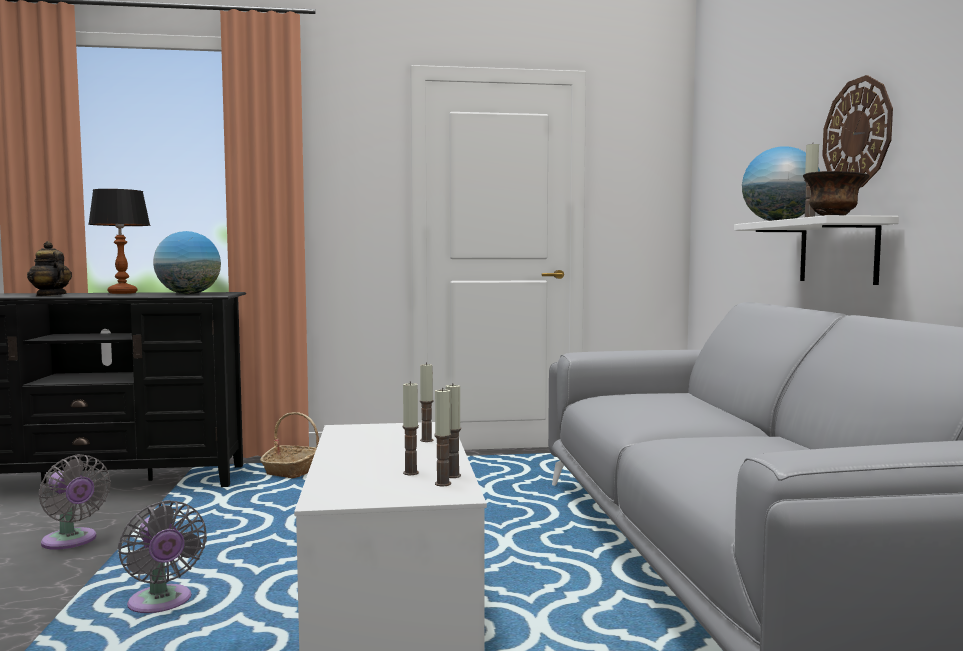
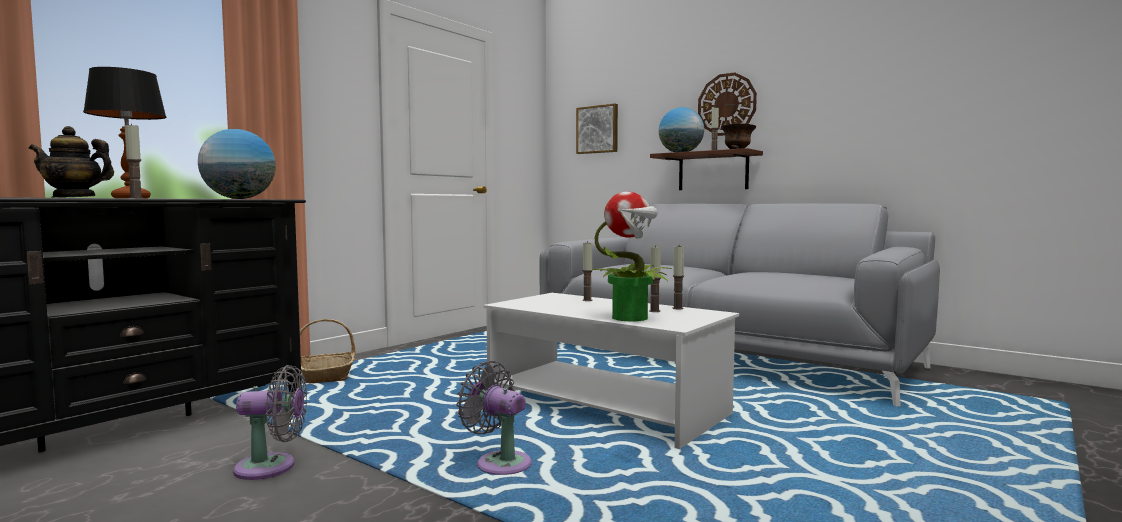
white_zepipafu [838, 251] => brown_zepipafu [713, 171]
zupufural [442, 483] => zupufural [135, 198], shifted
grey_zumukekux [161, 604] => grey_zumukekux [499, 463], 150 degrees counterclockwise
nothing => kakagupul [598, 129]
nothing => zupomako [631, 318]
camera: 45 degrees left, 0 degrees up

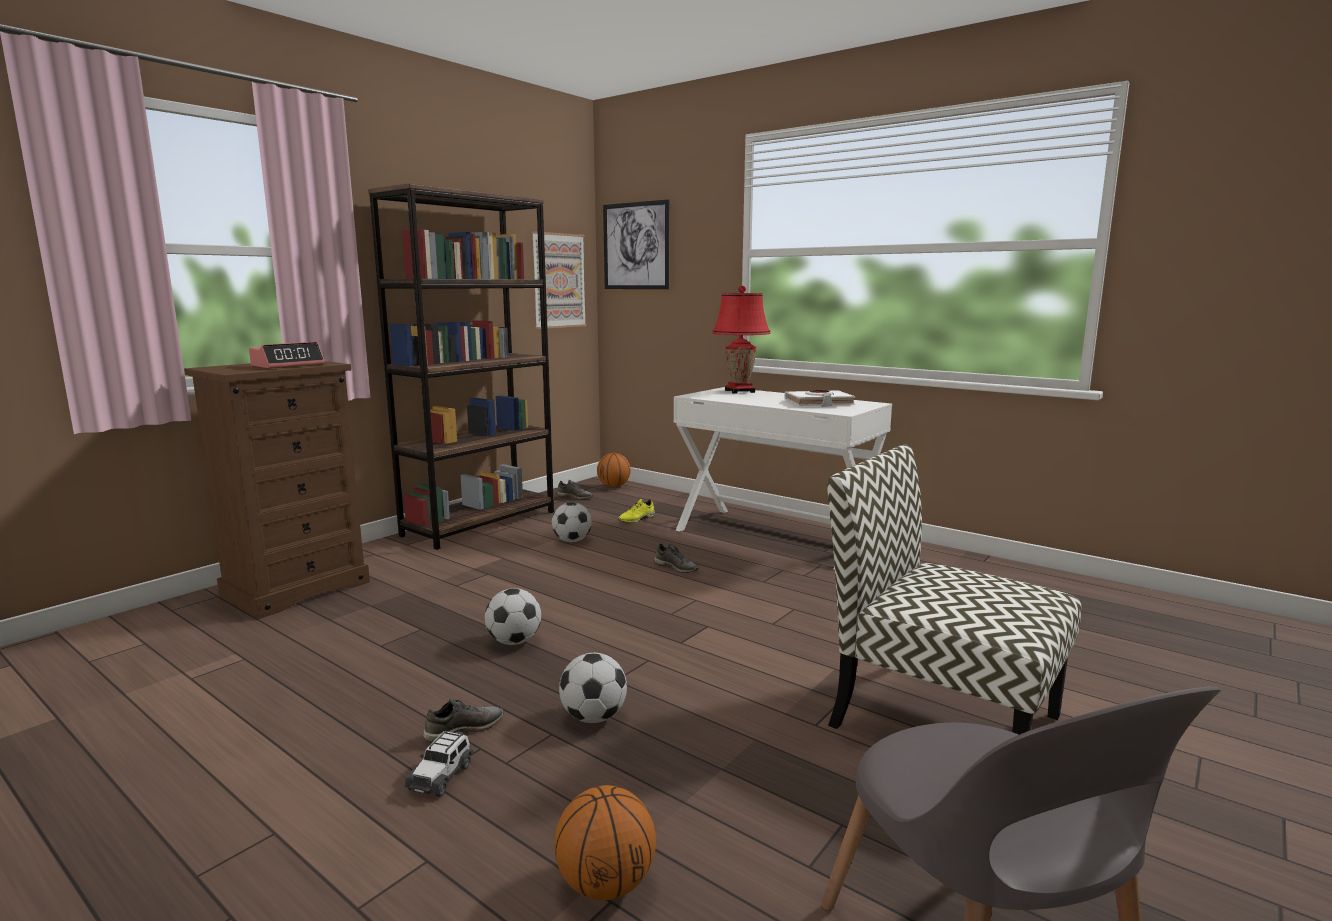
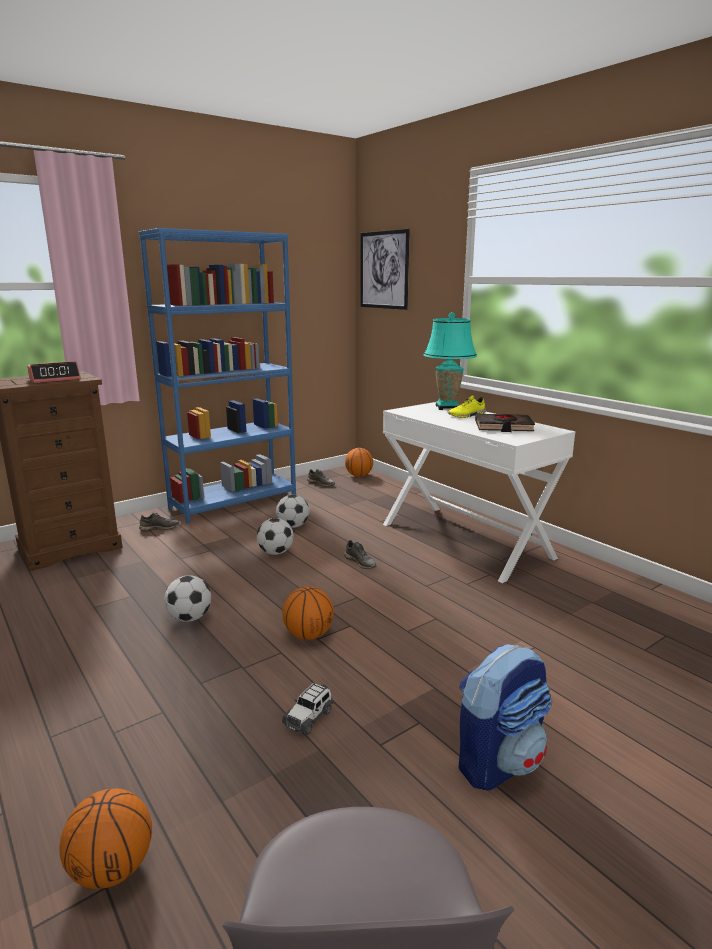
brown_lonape [480, 523] => blue_lonape [234, 502]
kakagupul [558, 281] => nothing
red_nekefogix [739, 391] => turquoise_nekefogix [447, 407]
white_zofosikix [818, 403] => black_zofosikix [503, 427]
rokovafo [940, 719] => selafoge [499, 761]
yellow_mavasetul [637, 519] => yellow_mavasetul [467, 415], shifted
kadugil [594, 717] => kadugil [275, 552], shifted
grey_mavasetul [464, 729] => grey_mavasetul [160, 528], shifted
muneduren [441, 776] => muneduren [309, 717], shifted
nothing => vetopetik [308, 635]
camera: 15 degrees right, 5 degrees up

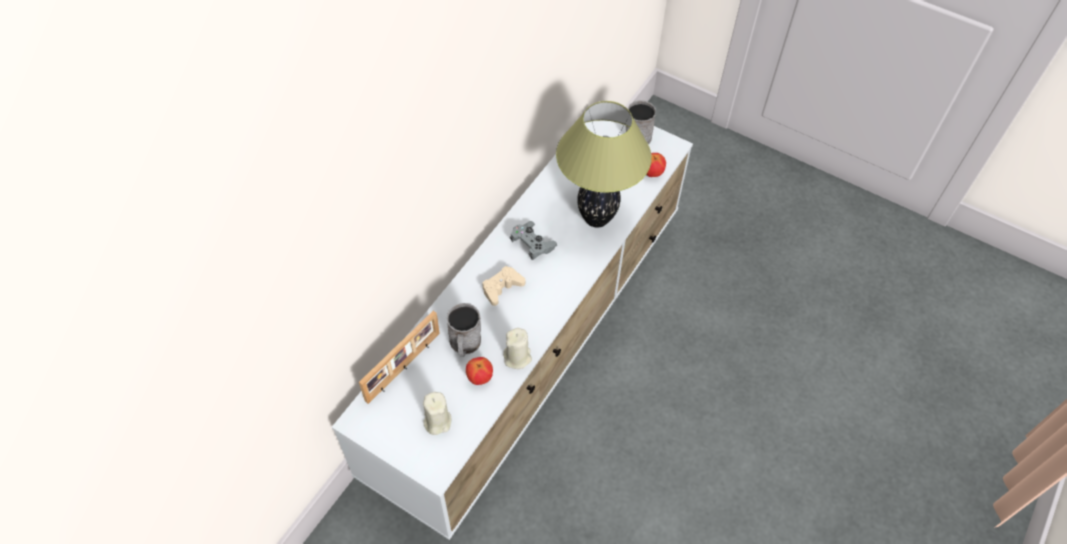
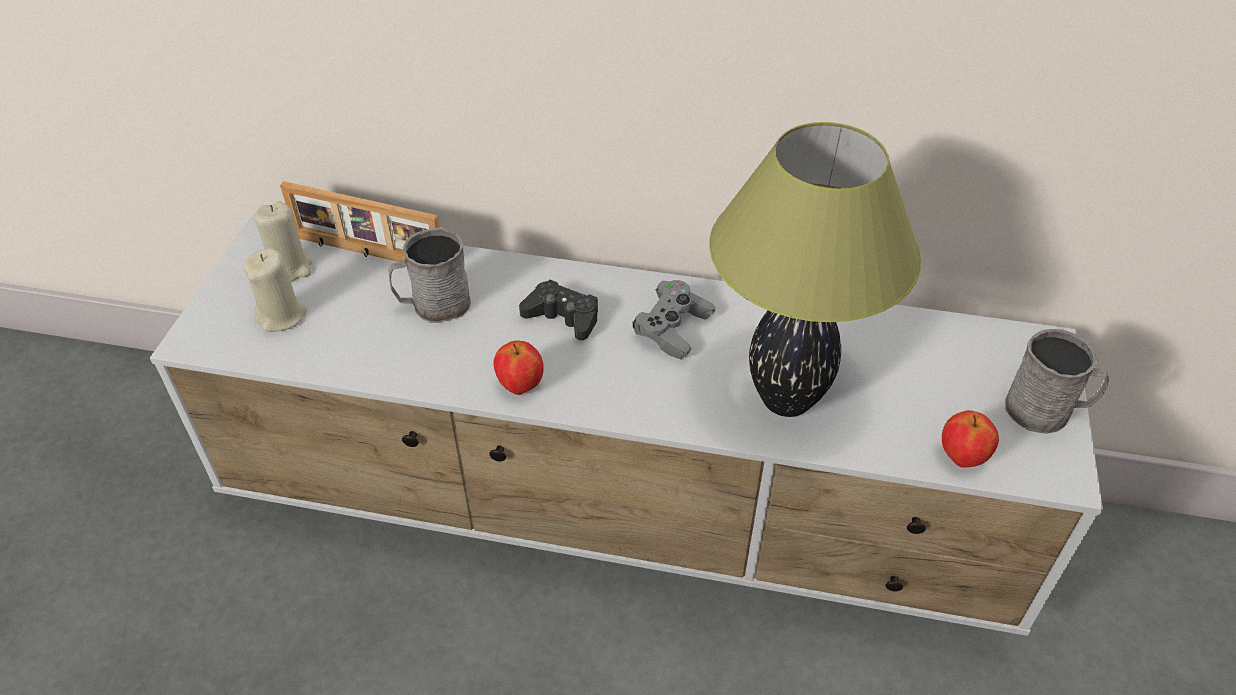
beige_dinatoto [502, 288] => black_dinatoto [563, 317]
beige_zupufural [517, 357] => beige_zupufural [290, 267], shifted
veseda [480, 378] => veseda [520, 386], shifted
camera: 70 degrees right, 10 degrees down

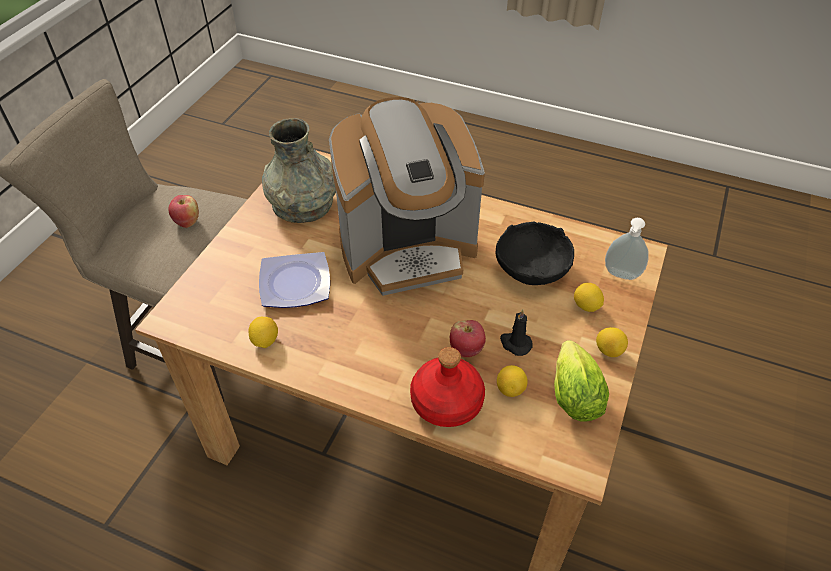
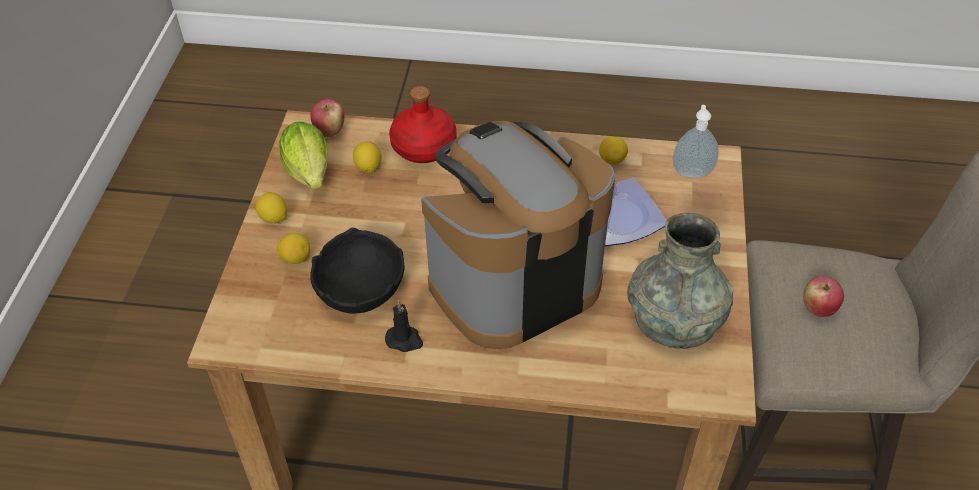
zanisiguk [621, 276] => zanisiguk [692, 172], shifted
black_zupufural [515, 343] => black_zupufural [404, 340], shifted
veseda [466, 350] => veseda [329, 131], shifted
camera: 165 degrees right, 0 degrees up

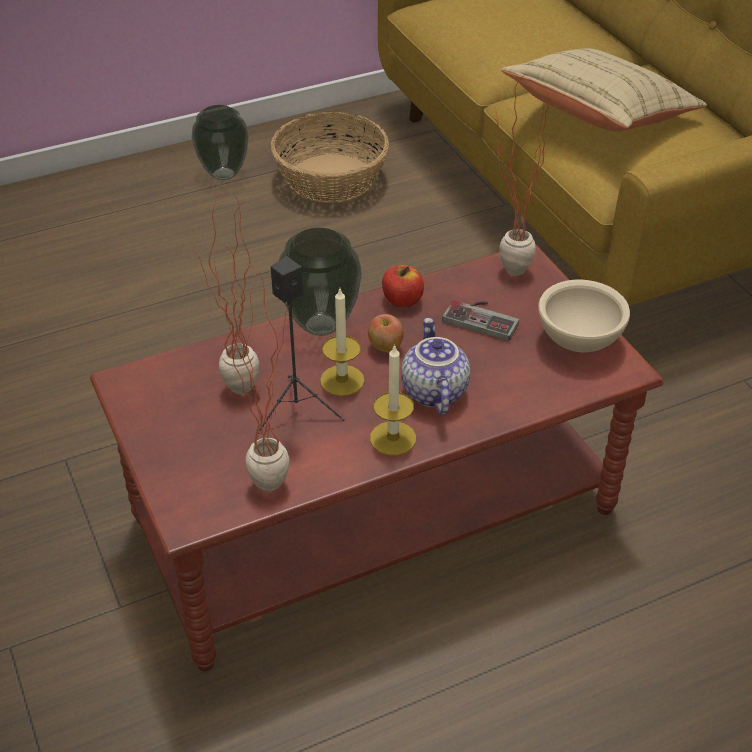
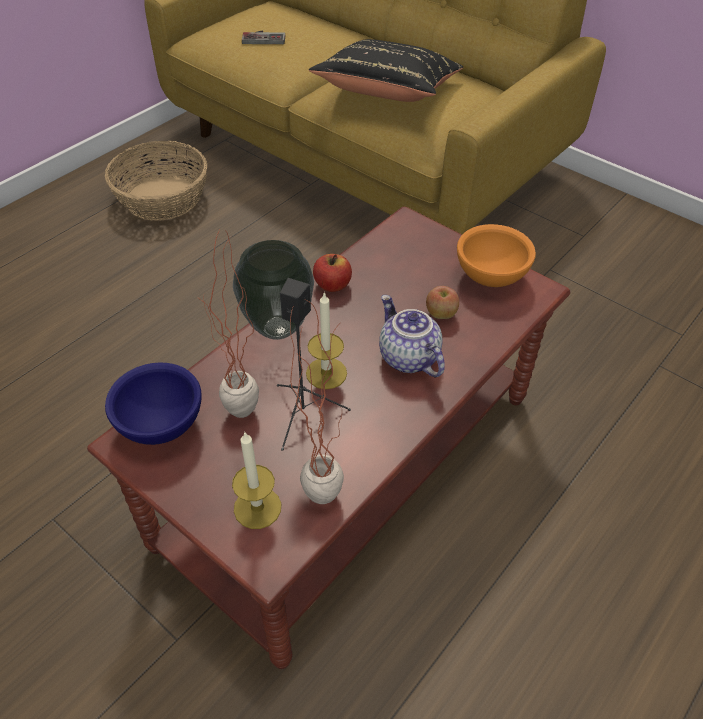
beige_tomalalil [599, 117] => black_tomalalil [387, 94]
zupomako [503, 271] => nothing
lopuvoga [224, 173] => nothing
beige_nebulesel [580, 340] => orange_nebulesel [492, 276]
dinatoto [483, 317] => dinatoto [264, 37], shifted
veseda [385, 347] => veseda [441, 314], shifted
zupufural [393, 438] => zupufural [257, 507], shifted
nothing => blue_nebulesel [161, 423]
camera: 25 degrees left, 5 degrees up

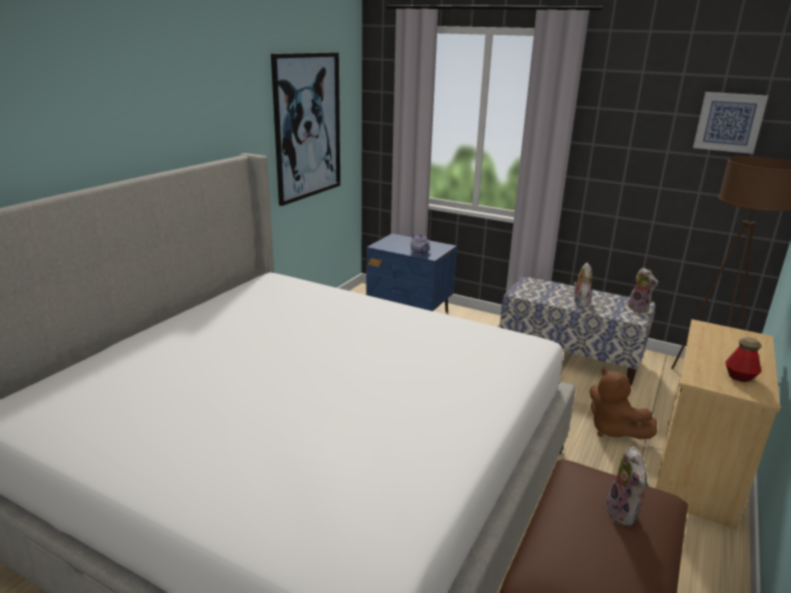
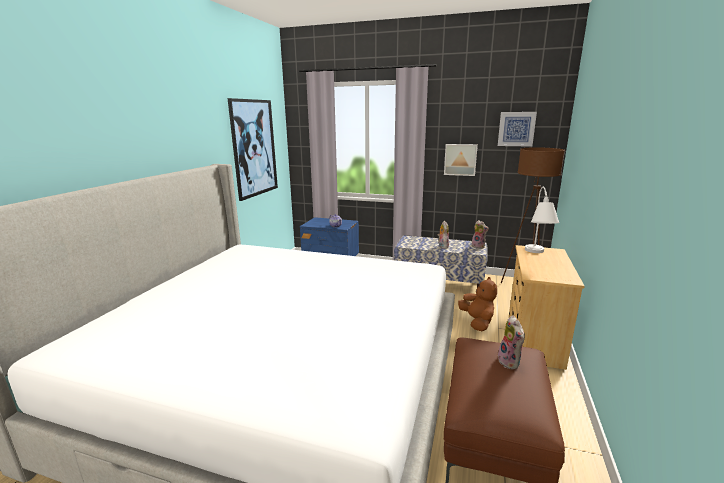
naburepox [740, 377] => nothing
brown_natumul [613, 430] => brown_natumul [477, 322], 150 degrees counterclockwise
nothing => kakagupul [460, 159]
nothing => white_nekefogix [537, 254]
camera: 10 degrees left, 5 degrees down

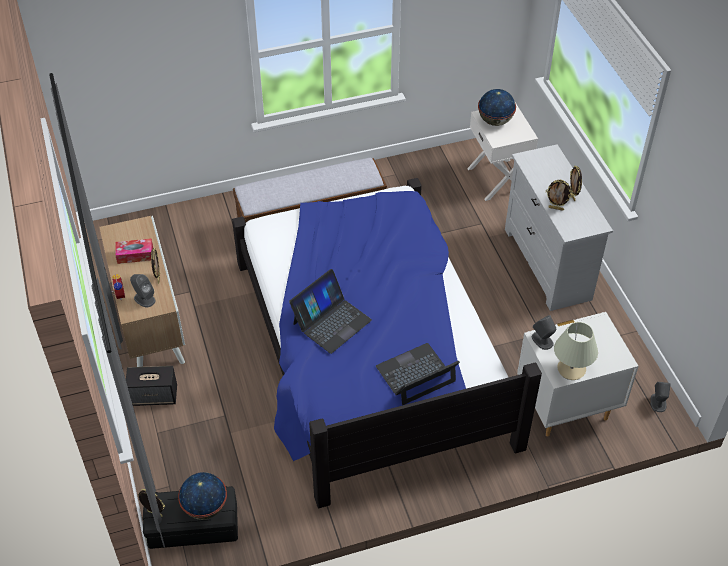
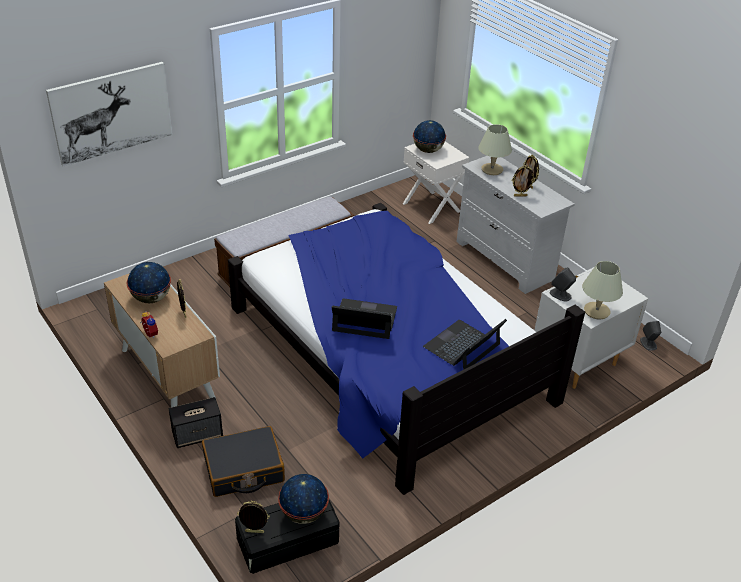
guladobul [135, 255] => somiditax [151, 299]
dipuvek [331, 321] => dipuvek [364, 319], 105 degrees counterclockwise
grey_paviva [144, 299] => nothing
nothing => kakagupul [111, 113]
nothing => beige_nekefogix [492, 170]
nothing => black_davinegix [243, 470]
camera: 20 degrees left, 10 degrees down

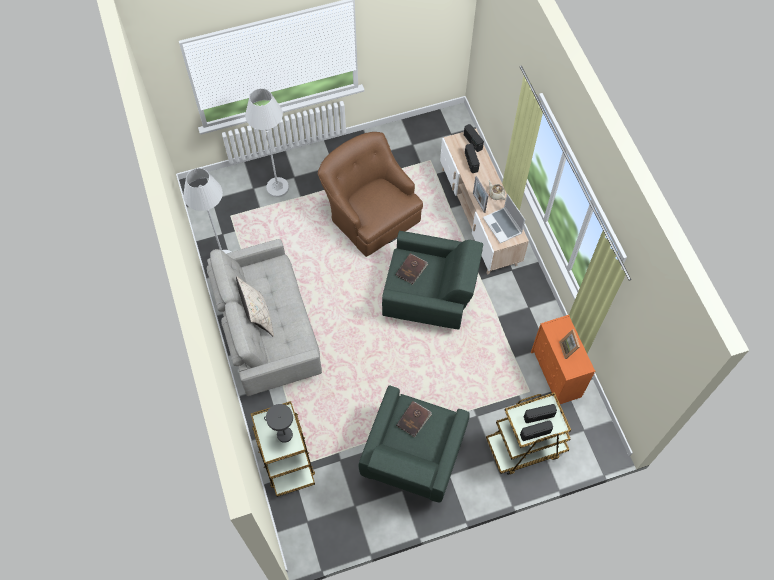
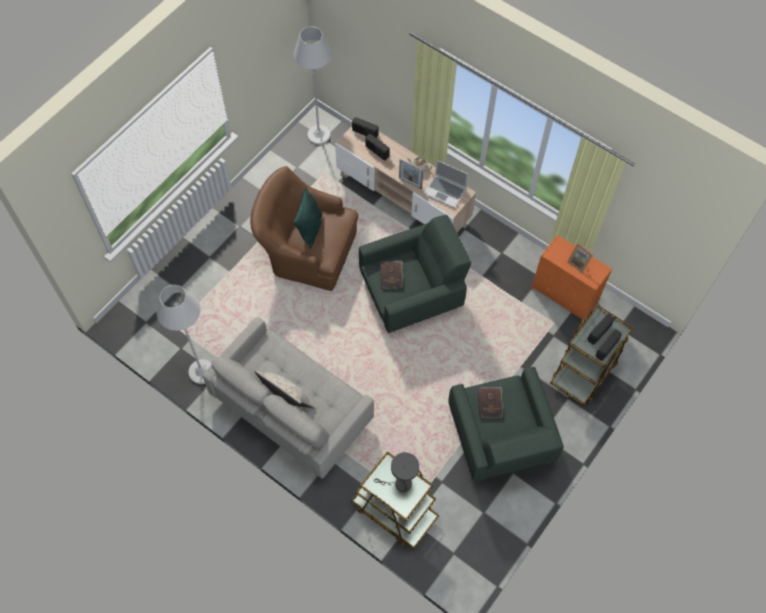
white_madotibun [277, 187] => white_madotibun [318, 135], shifted
nothing => green_tomalalil [310, 229]
camera: 35 degrees left, 0 degrees up

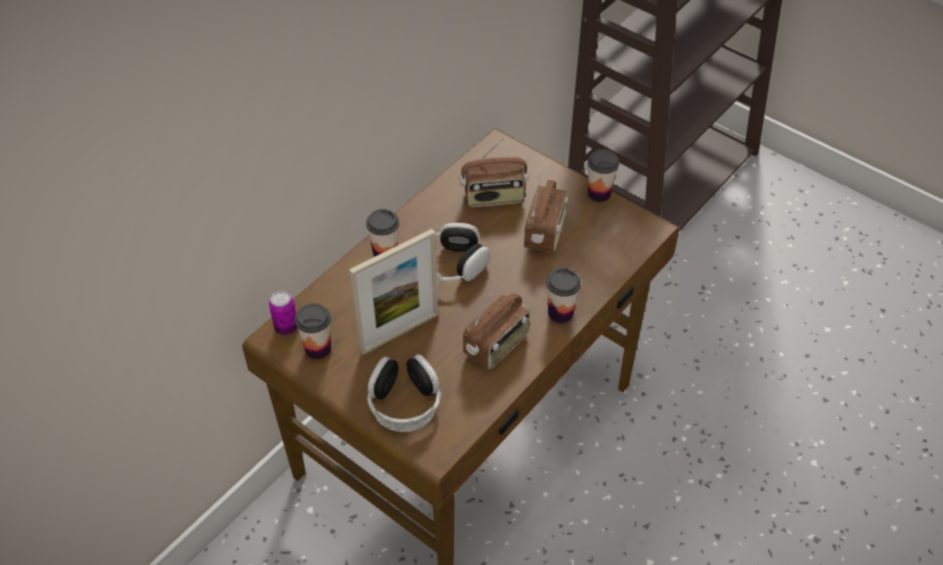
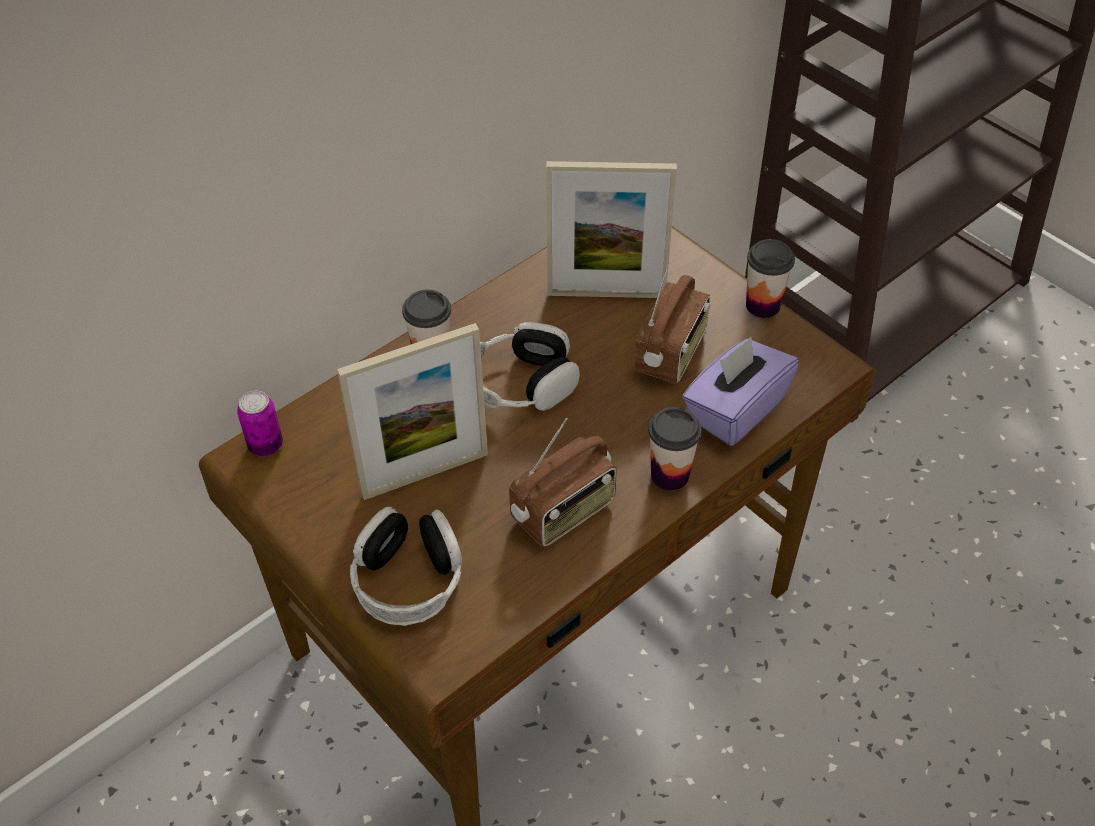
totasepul [494, 197] => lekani [606, 294]
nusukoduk [318, 348] => nothing
nothing => purple_guladobul [735, 410]
camera: 10 degrees right, 0 degrees up

